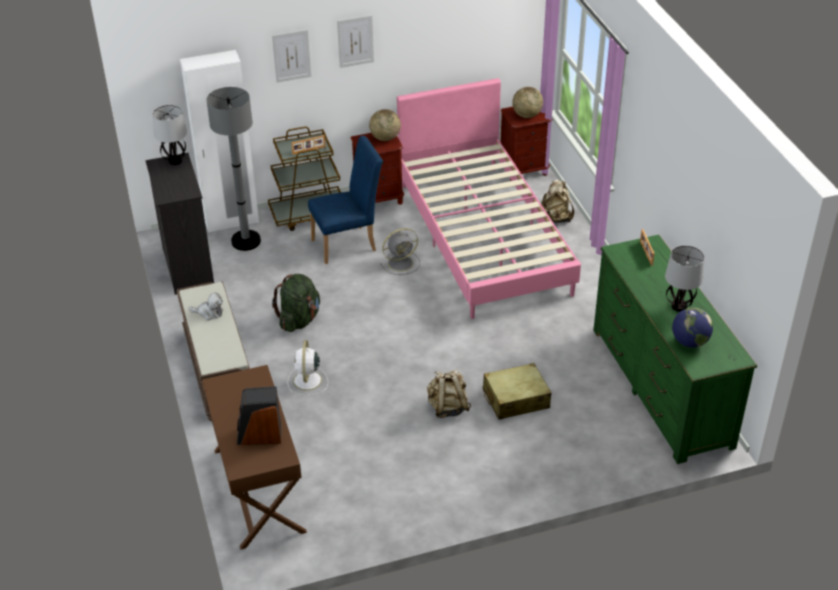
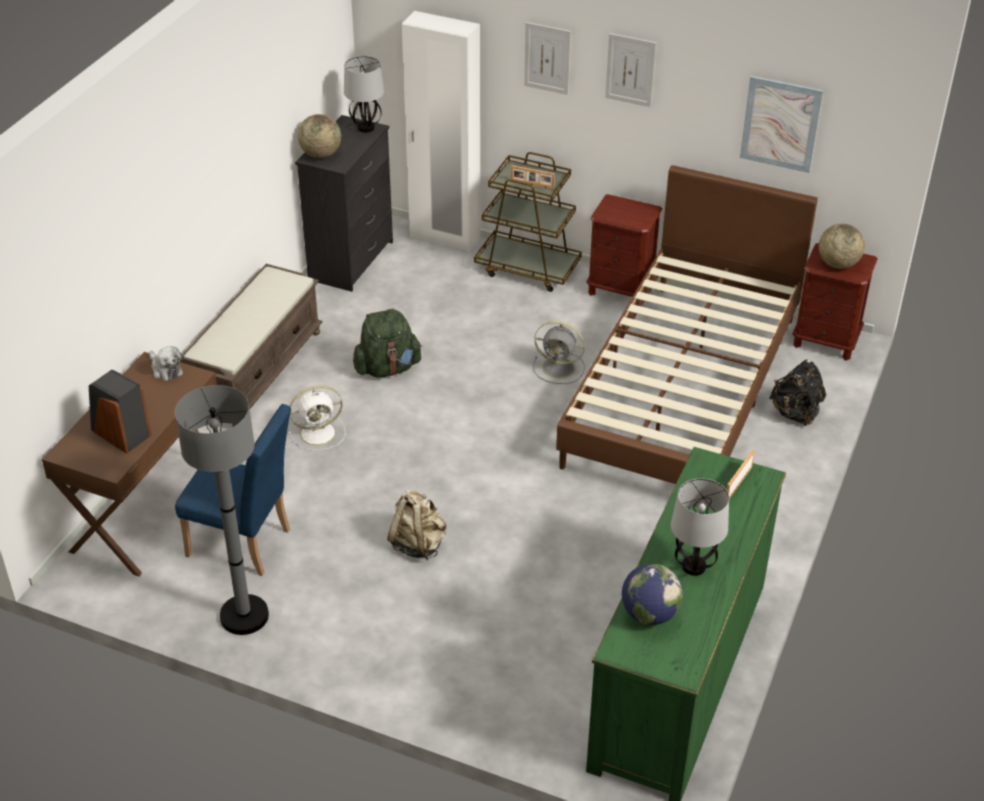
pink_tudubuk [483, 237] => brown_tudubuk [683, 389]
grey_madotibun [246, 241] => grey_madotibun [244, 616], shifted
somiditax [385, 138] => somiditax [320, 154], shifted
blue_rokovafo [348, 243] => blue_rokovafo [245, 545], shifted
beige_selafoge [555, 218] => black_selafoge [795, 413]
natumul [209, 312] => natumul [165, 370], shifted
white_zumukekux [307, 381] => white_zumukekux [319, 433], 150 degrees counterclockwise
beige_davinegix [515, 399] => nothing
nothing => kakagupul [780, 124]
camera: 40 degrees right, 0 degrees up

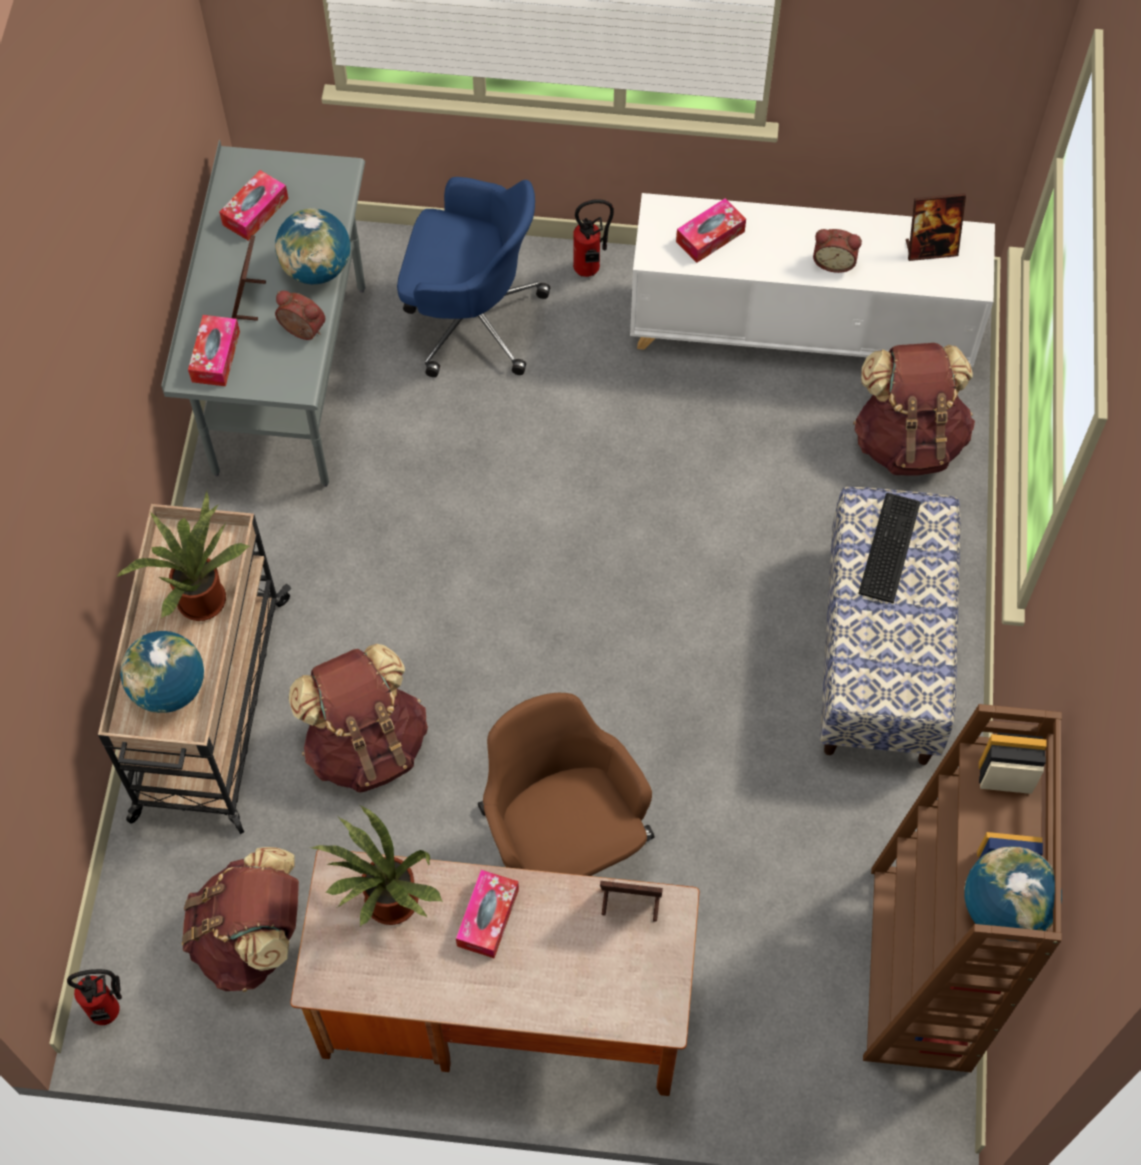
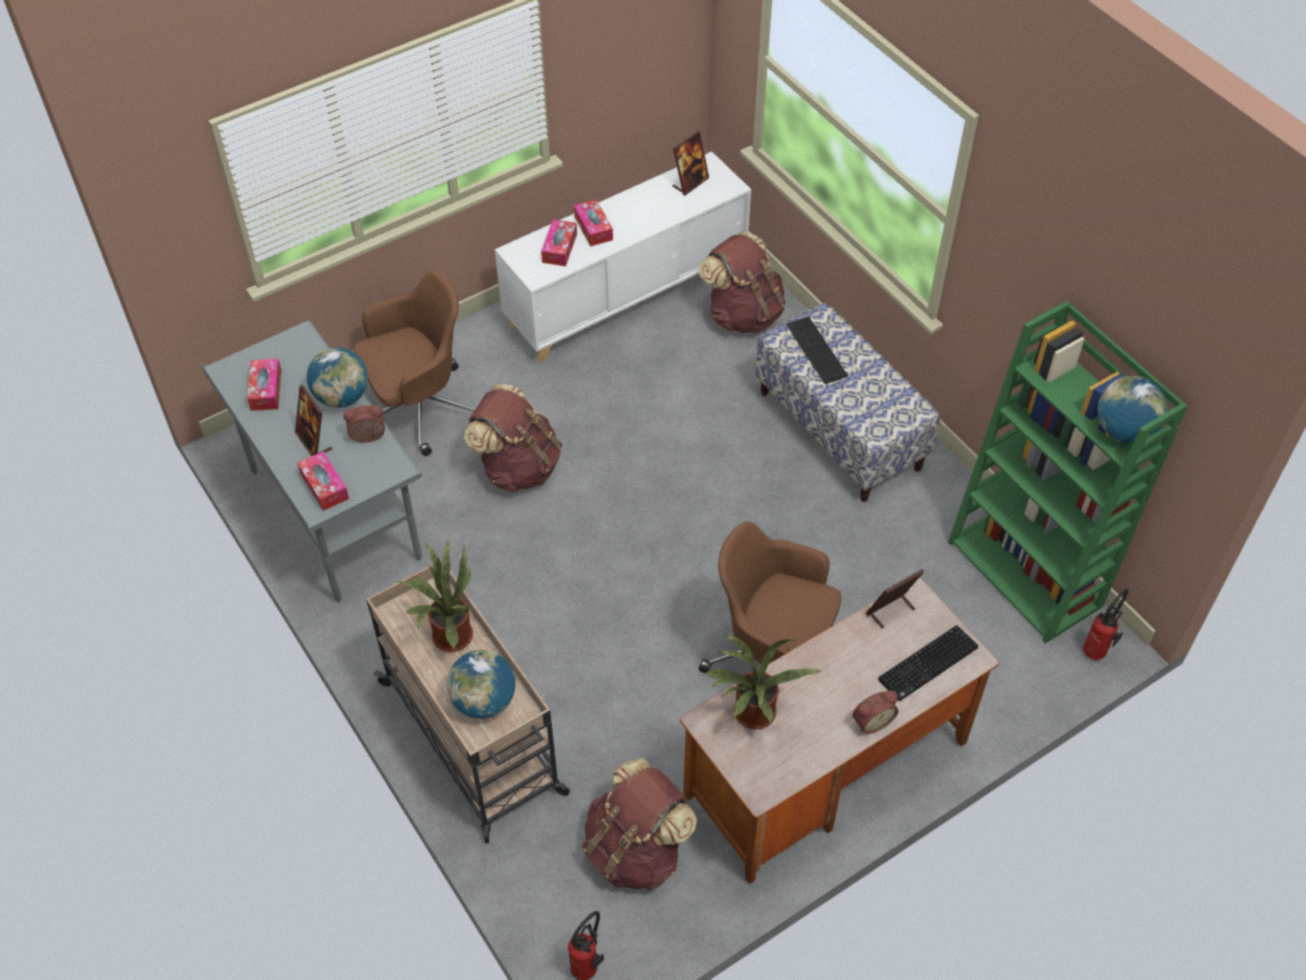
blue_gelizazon [471, 318] => brown_gelizazon [420, 408]
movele [591, 270] => movele [1097, 651], shifted
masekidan [834, 261] => masekidan [871, 721], shifted
brown_selafoge [366, 744] => brown_selafoge [518, 466], shifted
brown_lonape [922, 970] => green_lonape [1026, 574]
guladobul [488, 917] => guladobul [593, 228], shifted
nothing => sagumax [928, 665]
camera: 40 degrees left, 10 degrees down

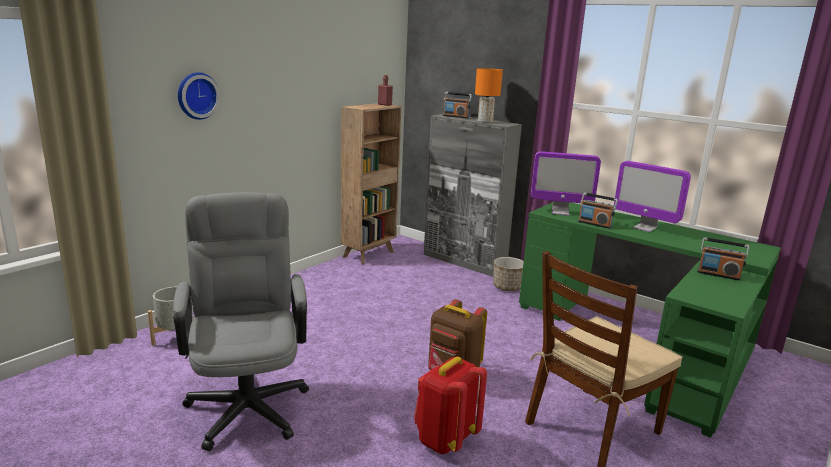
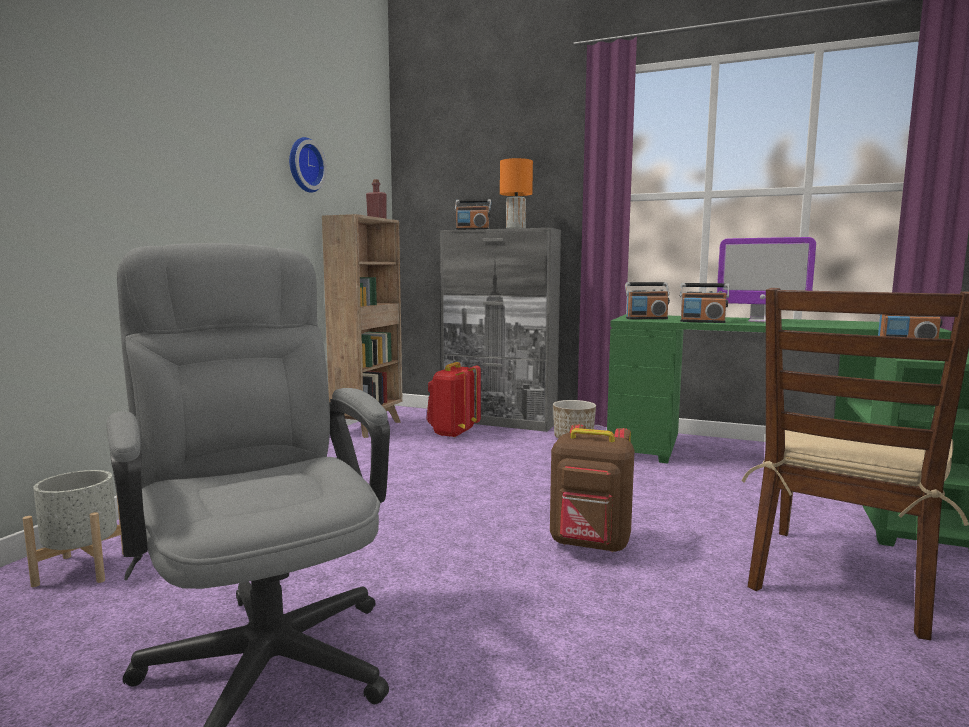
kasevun [196, 95] => kasevun [304, 165], shifted
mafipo [560, 212] => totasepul [646, 318]
red_selafoge [445, 439] => red_selafoge [453, 433], shifted
camera: 15 degrees left, 10 degrees down

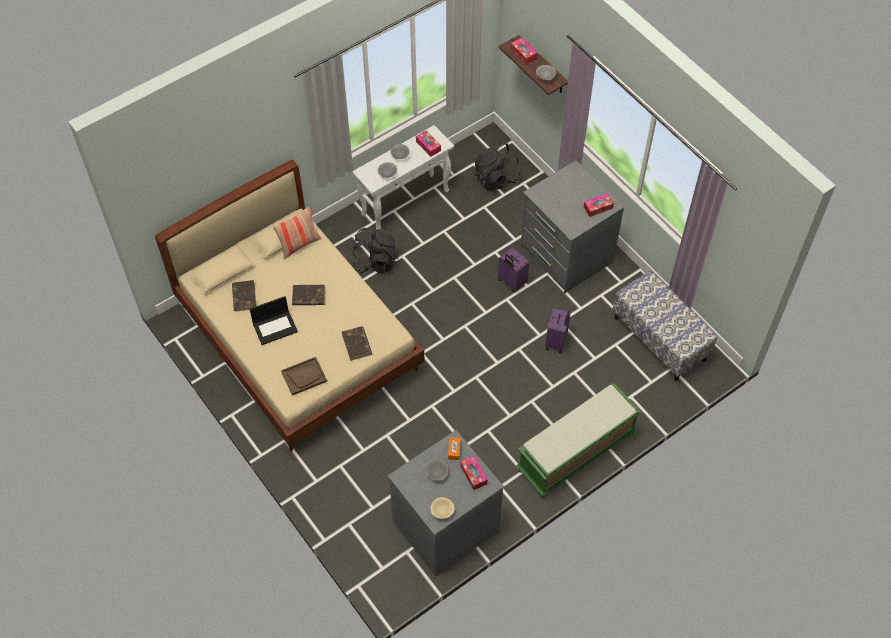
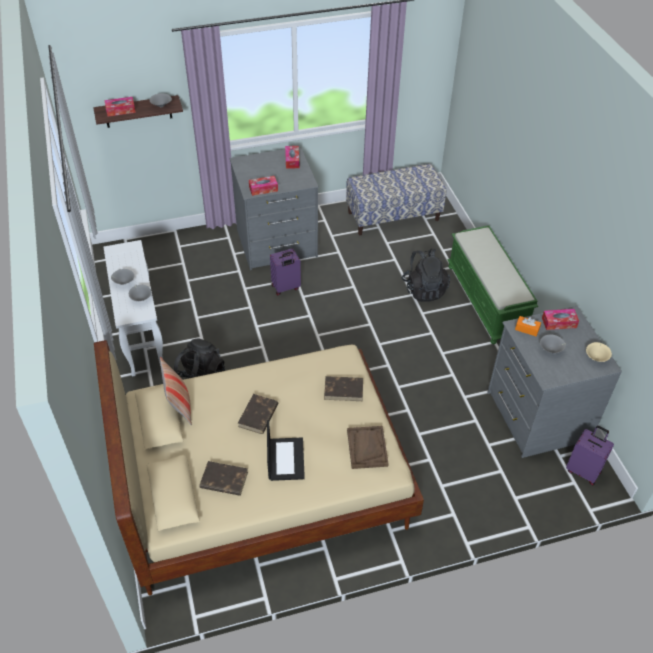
guladobul [428, 146] => guladobul [263, 189], shifted
black_selafoge [496, 178] => black_selafoge [424, 289], shifted
purple_davinegix [557, 342] => purple_davinegix [583, 471], shifted
camera: 70 degrees left, 10 degrees down

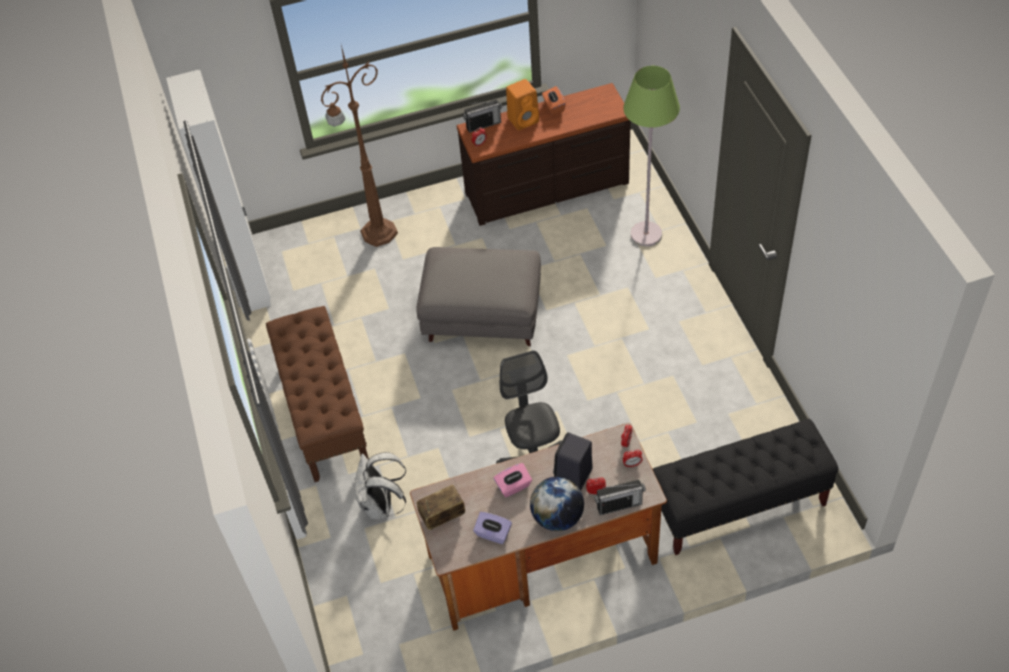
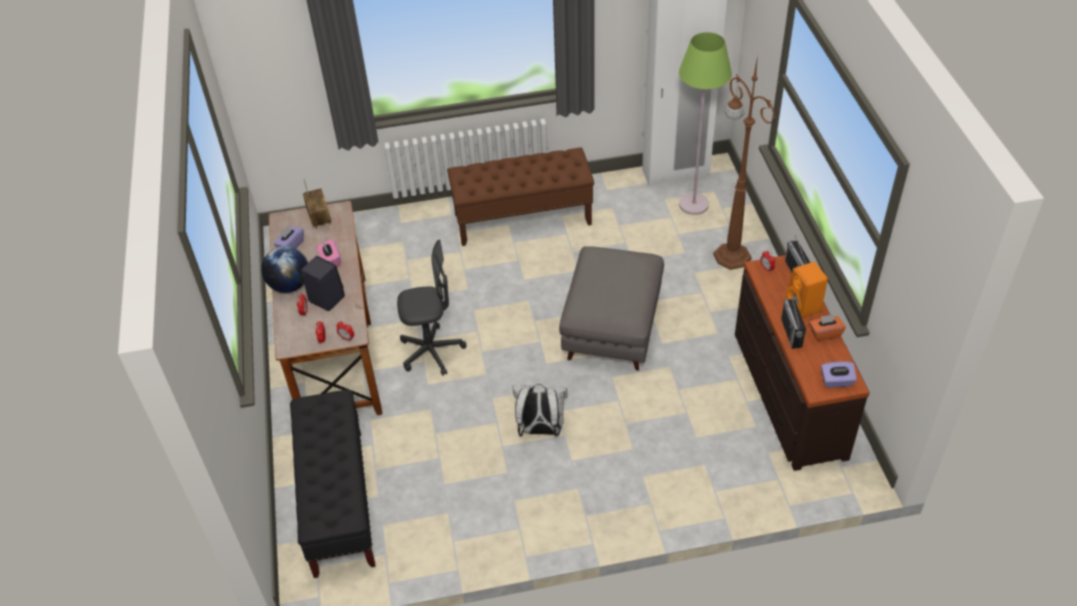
green_madotibun [646, 234] => green_madotibun [694, 204], shifted
white_selafoge [381, 506] => white_selafoge [540, 430], shifted
totasepul [619, 505] => totasepul [791, 333], shifted
nothing => purple_guladobul [836, 381]
camera: 95 degrees right, 5 degrees down

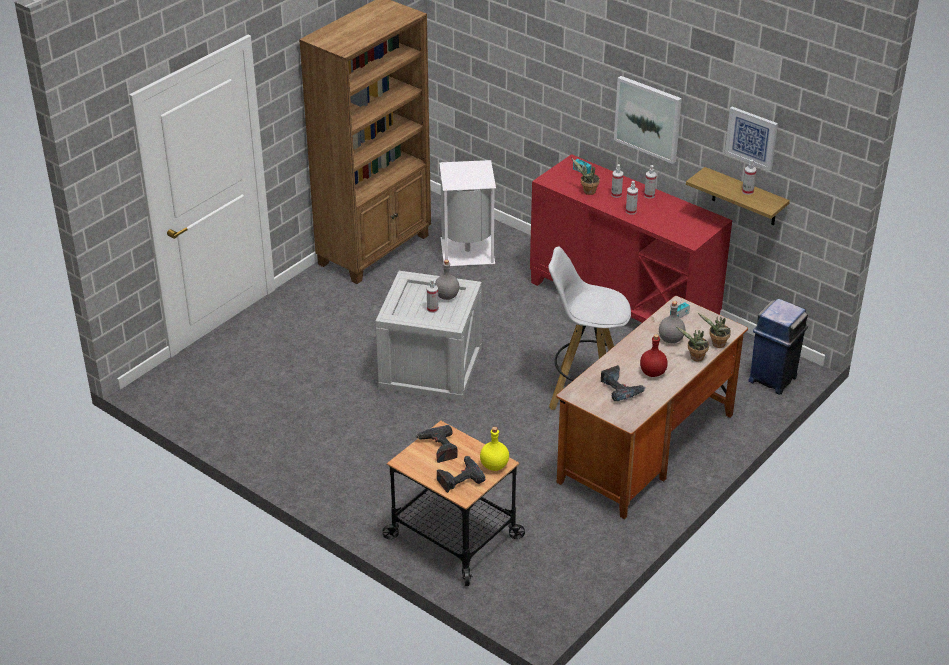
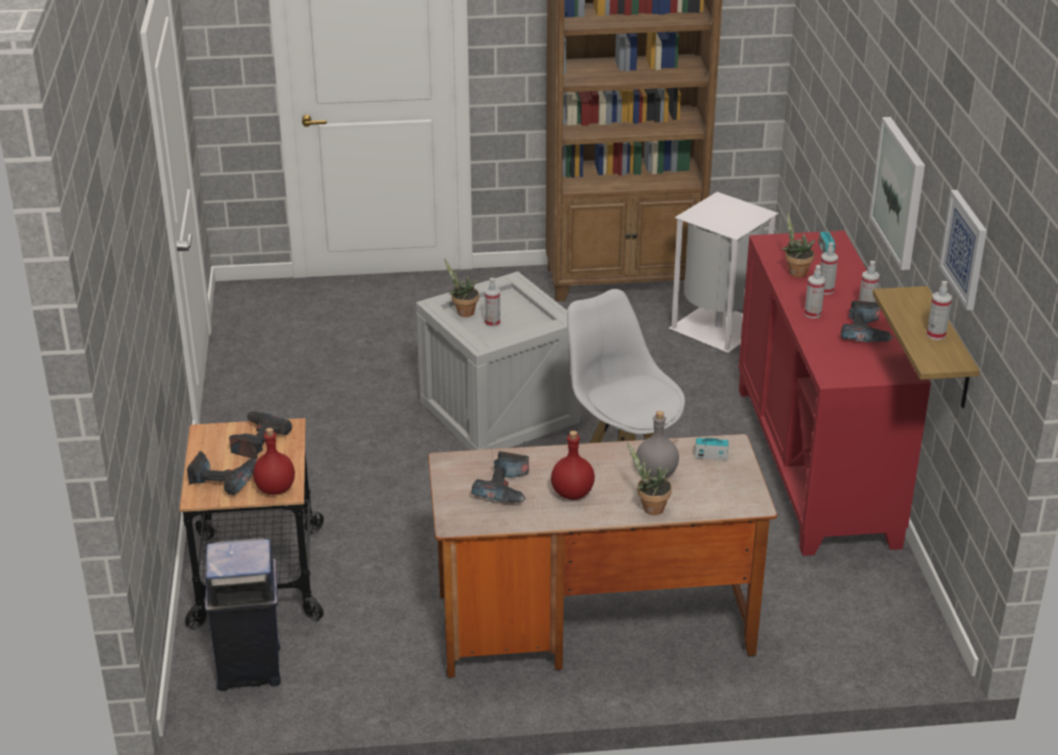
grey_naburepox [447, 296] => nothing
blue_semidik [773, 378] => blue_semidik [251, 667], shifted
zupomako [716, 344] => zupomako [463, 312], shifted
yellow_naburepox [494, 465] => red_naburepox [275, 488]
nothing => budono [865, 332]
camera: 45 degrees right, 5 degrees down

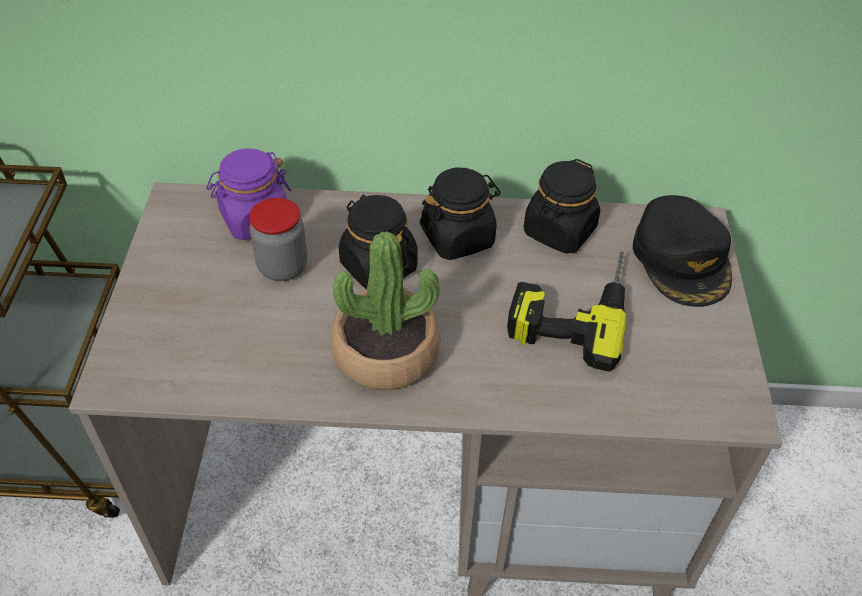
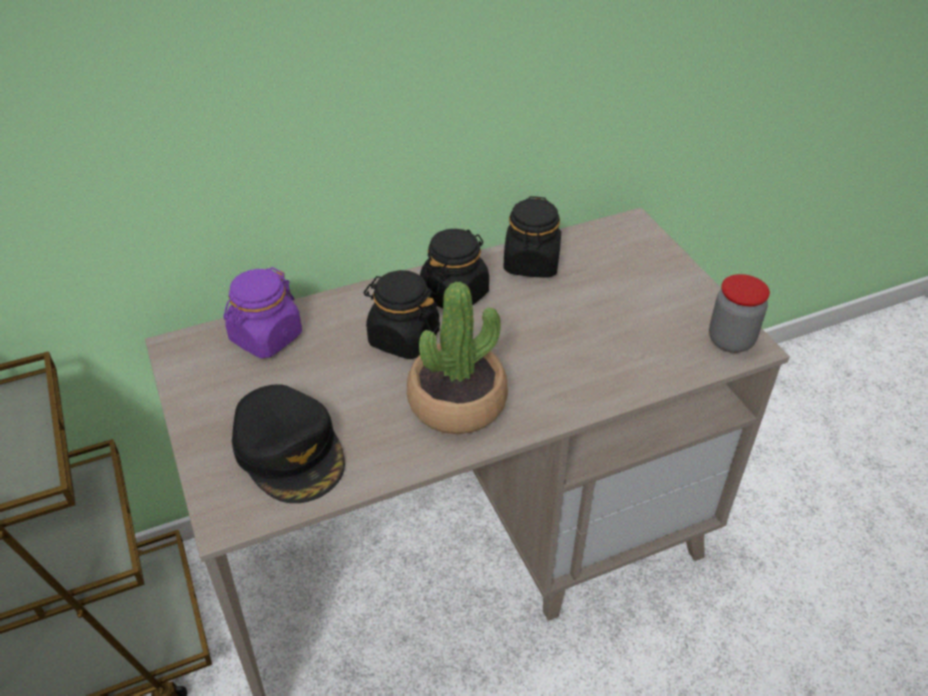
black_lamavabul [682, 259] => black_lamavabul [290, 451], shifted
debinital [282, 267] => debinital [730, 340], shifted
budono [571, 306] => nothing
camera: 25 degrees left, 5 degrees down

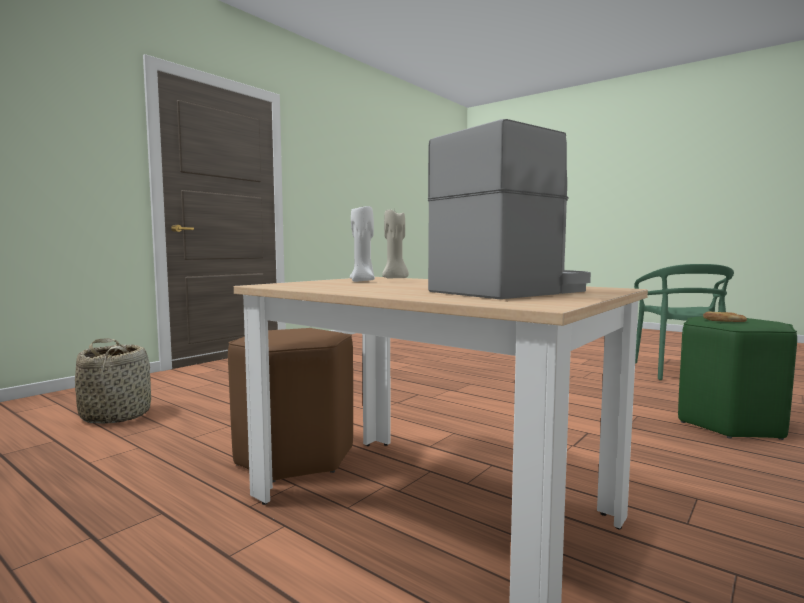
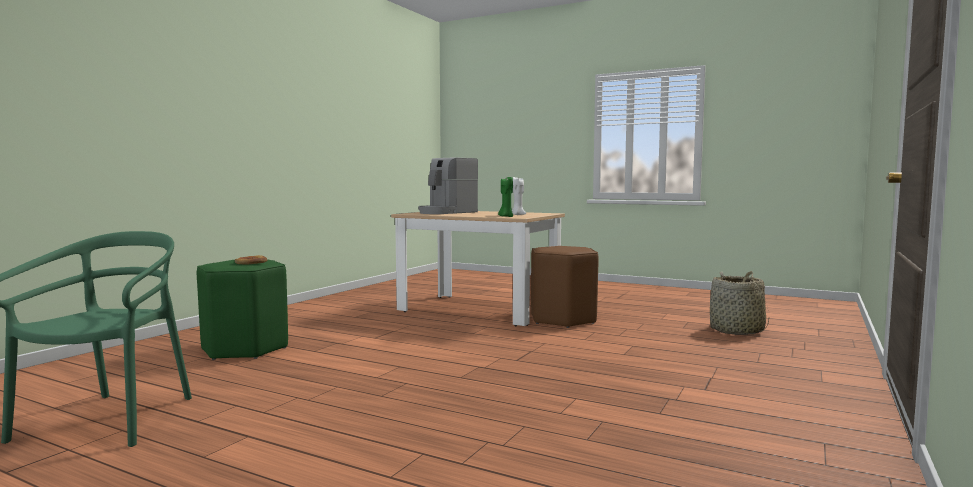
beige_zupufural [395, 278] => green_zupufural [506, 216]
camera: 170 degrees right, 0 degrees up

